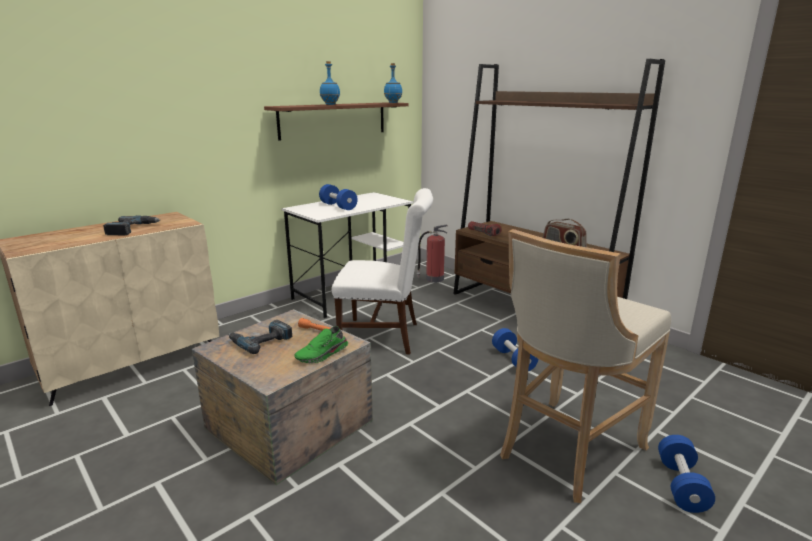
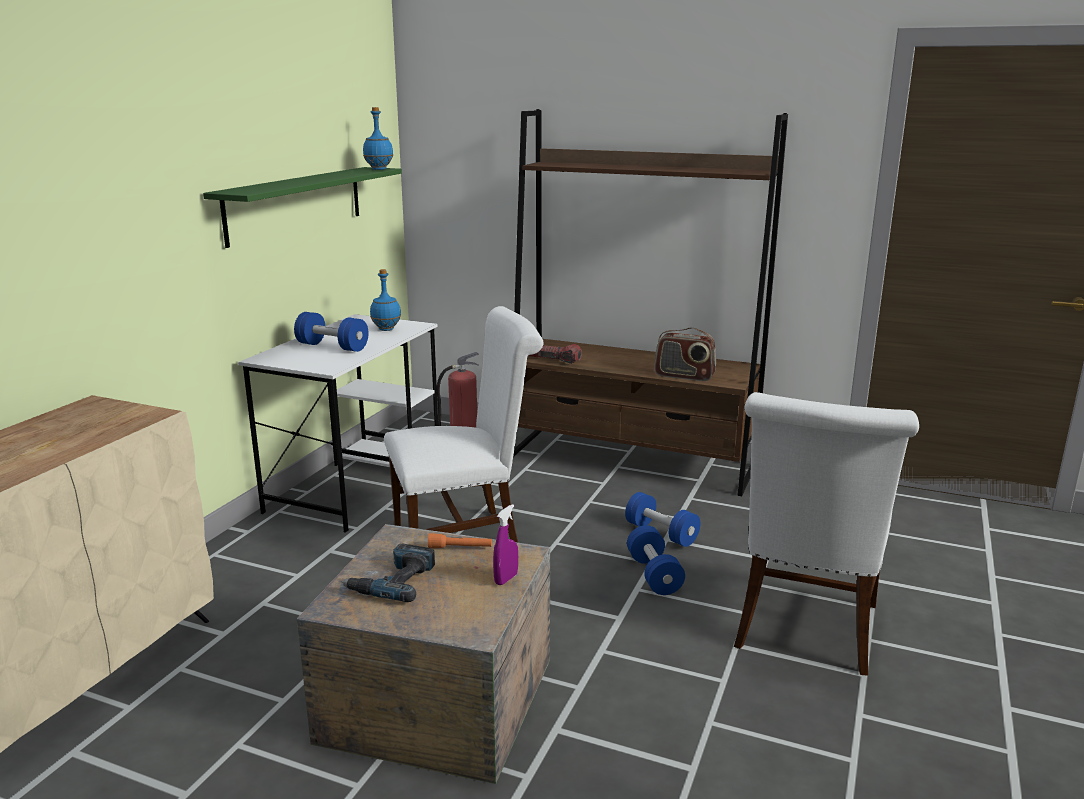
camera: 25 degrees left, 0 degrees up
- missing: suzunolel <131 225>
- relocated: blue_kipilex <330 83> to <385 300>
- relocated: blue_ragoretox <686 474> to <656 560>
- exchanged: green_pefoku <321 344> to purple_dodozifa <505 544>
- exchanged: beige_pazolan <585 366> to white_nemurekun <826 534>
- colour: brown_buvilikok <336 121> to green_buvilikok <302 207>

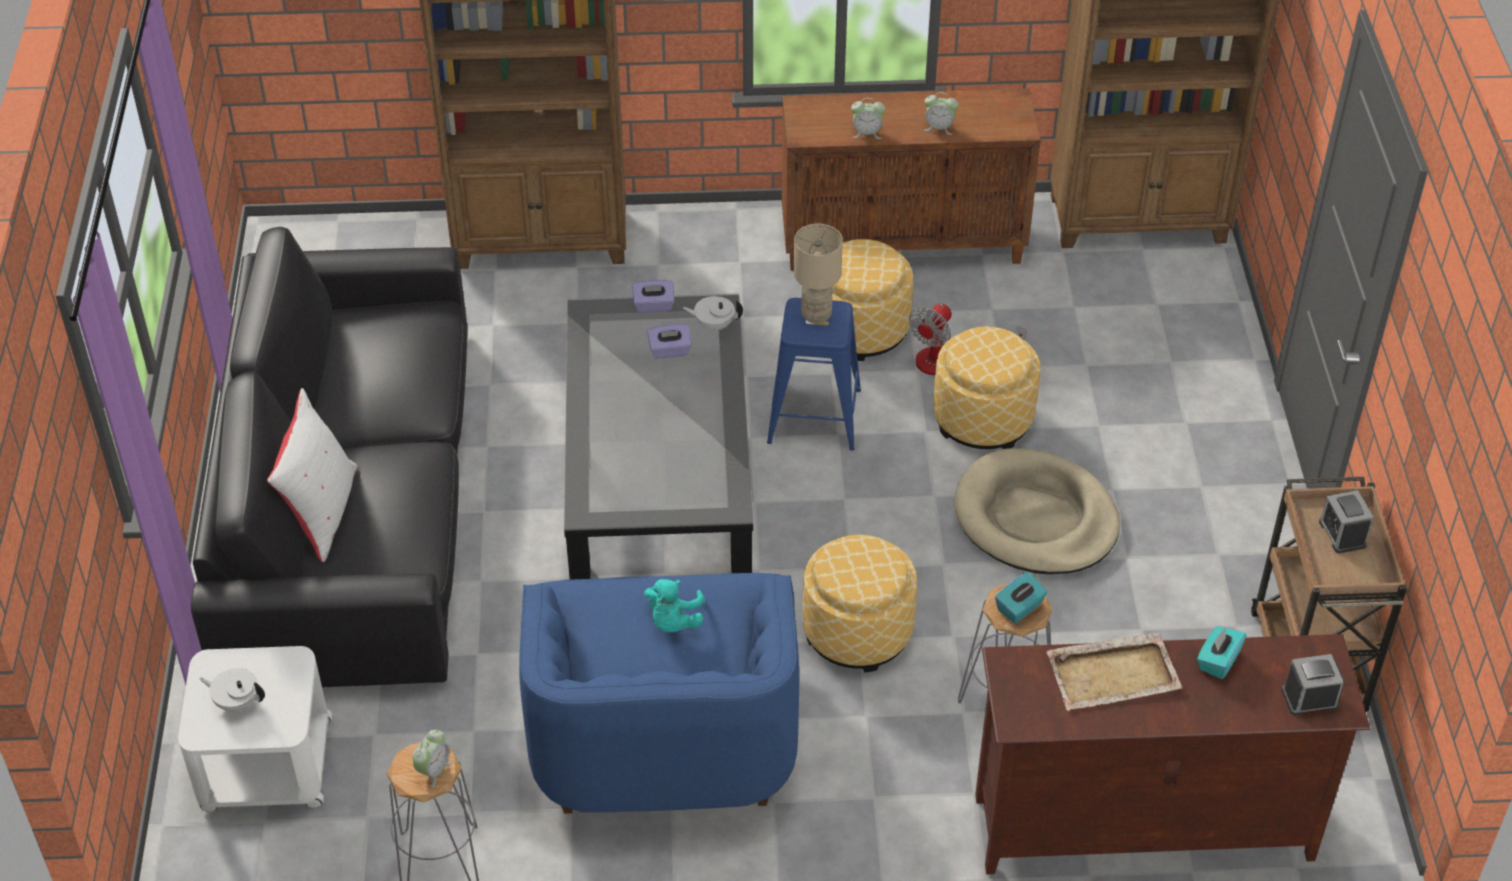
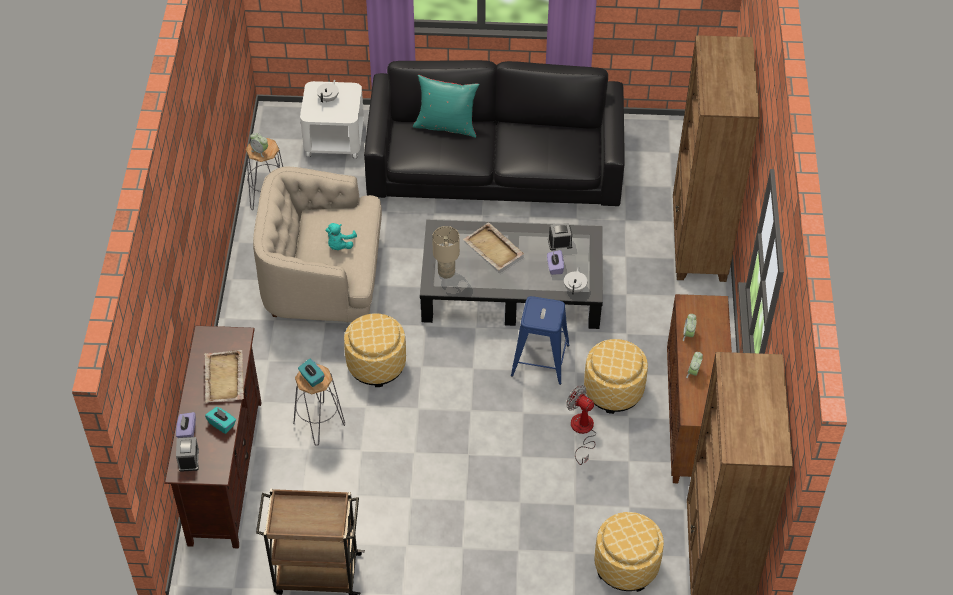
camera: 95 degrees right, 5 degrees up
- missing: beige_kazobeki <1037 511>
- appeared: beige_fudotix <493 246>
- relocated: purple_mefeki <653 296> to <186 425>
- relocated: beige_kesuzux <818 274> to <446 252>
- relocated: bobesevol <987 388> to <629 552>
- relocated: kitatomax <1346 521> to <560 237>
- colour: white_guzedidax <312 475> to turquoise_guzedidax <446 106>
- colour: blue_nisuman <659 693> to beige_nisuman <317 244>
- spun: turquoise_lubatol <674 605> = <341 236> 90 degrees counterclockwise

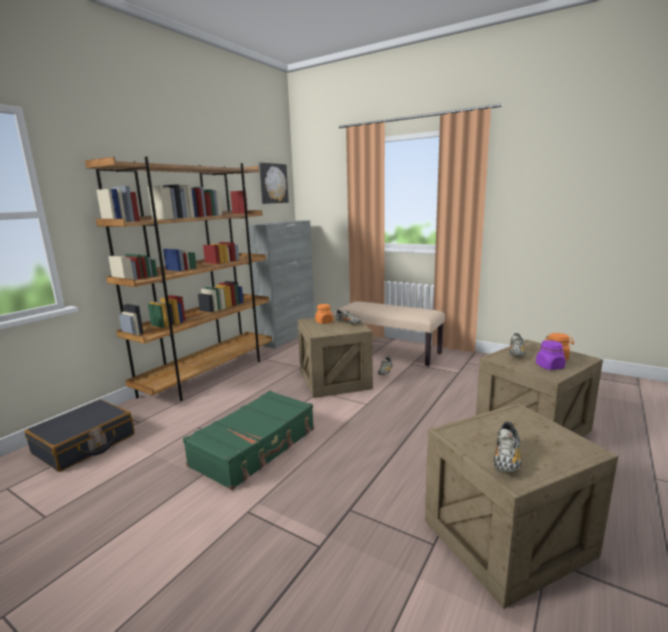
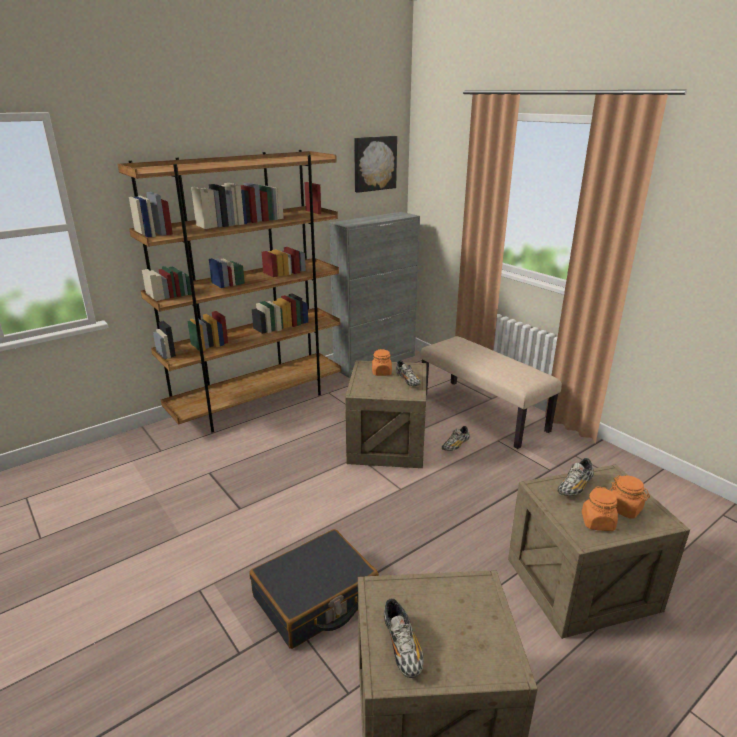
camera: 20 degrees right, 10 degrees up
- missing: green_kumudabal <248 440>
- relocated: black_kumudabal <80 436> to <314 589>
- colour: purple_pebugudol <551 355> to orange_pebugudol <600 508>
- spun: pefoku <507 447> = <404 638> 60 degrees counterclockwise

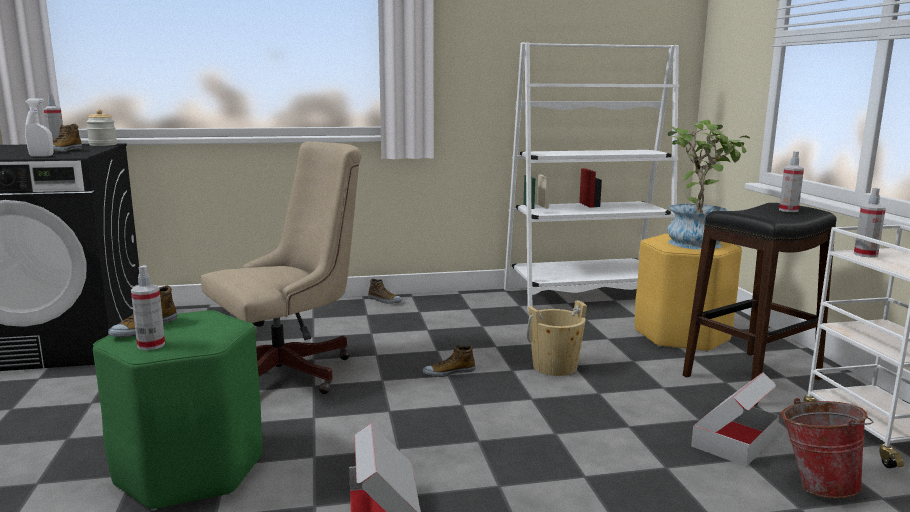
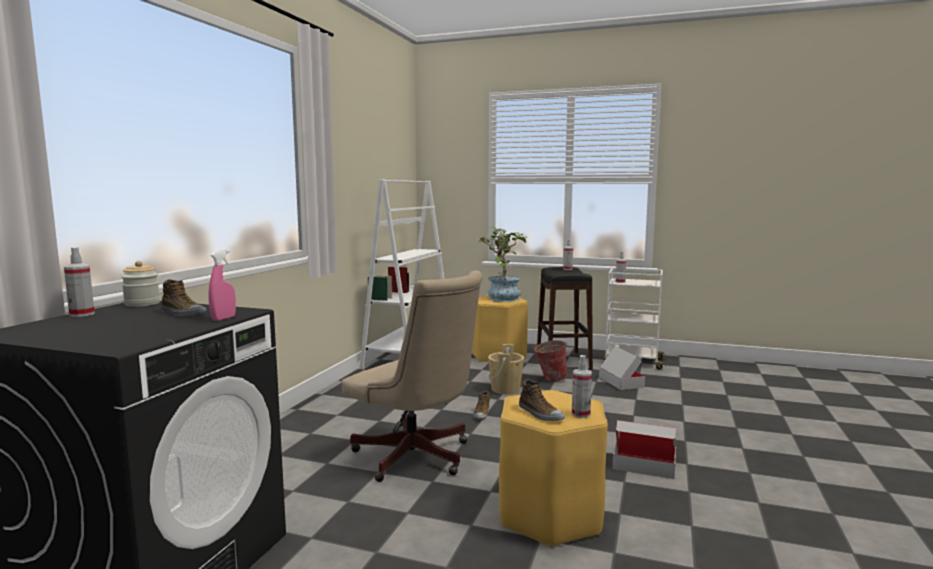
camera: 60 degrees left, 5 degrees down
- missing: pefoku <385 291>
- relocated: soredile <827 448> to <550 361>
- colour: white_dodozifa <39 127> to pink_dodozifa <222 285>
- colour: green_pazolan <177 410> to yellow_pazolan <553 468>
- spun: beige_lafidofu <281 268> = <412 376> 135 degrees clockwise

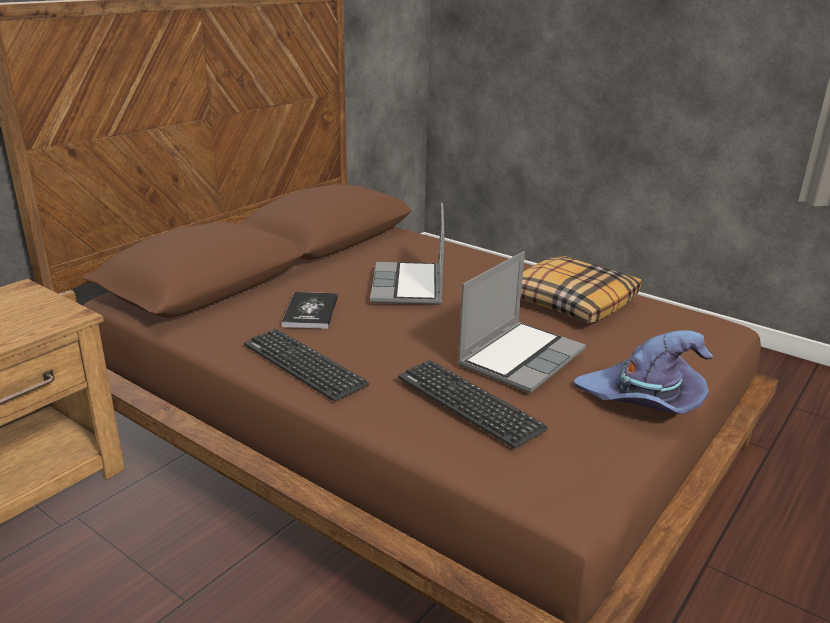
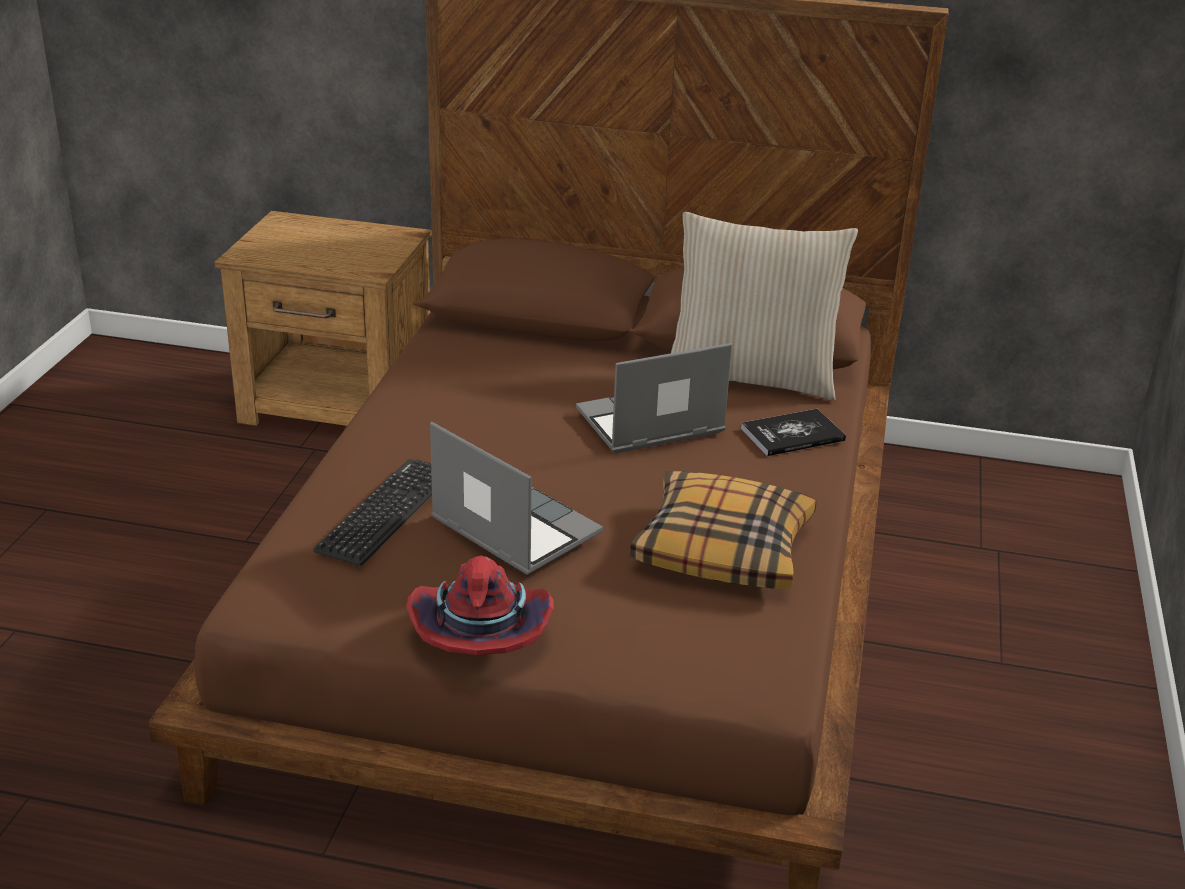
camera: 65 degrees right, 5 degrees up
- missing: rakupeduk <306 365>
- appeared: beige_guzedidax <764 306>
- relocated: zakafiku <309 310> to <793 432>
- colour: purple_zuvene <643 372> to red_zuvene <480 605>
- spun: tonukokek <521 322> = <516 498> 150 degrees counterclockwise

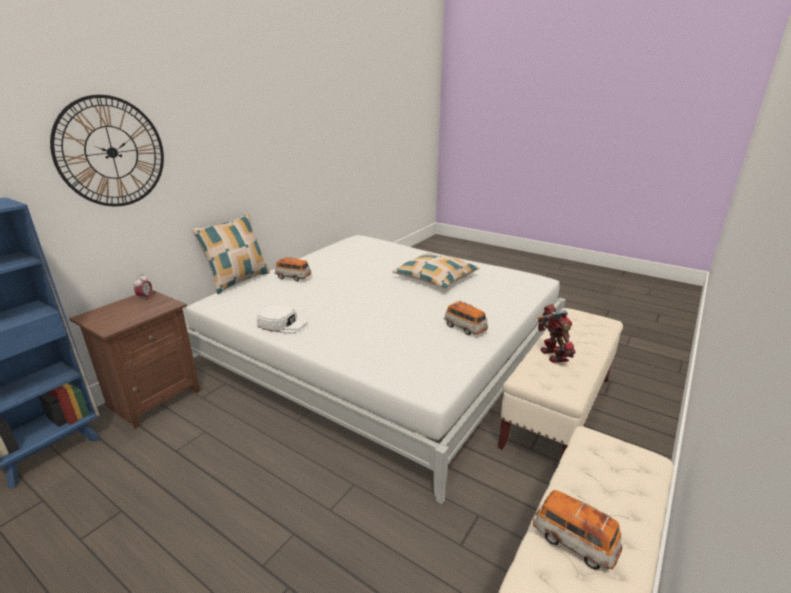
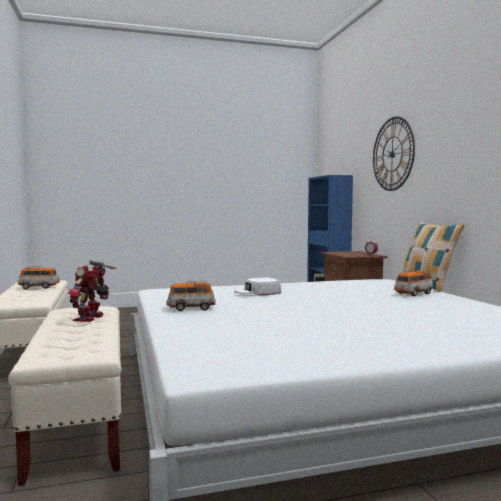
camera: 130 degrees right, 20 degrees down
- missing: guzedidax <436 271>
- relocated: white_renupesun <282 319> to <257 287>
- spun: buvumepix <557 333> = <92 291> 75 degrees clockwise

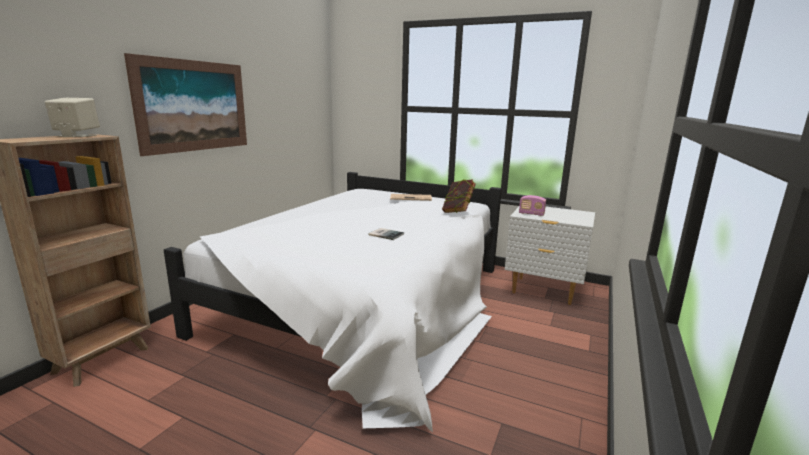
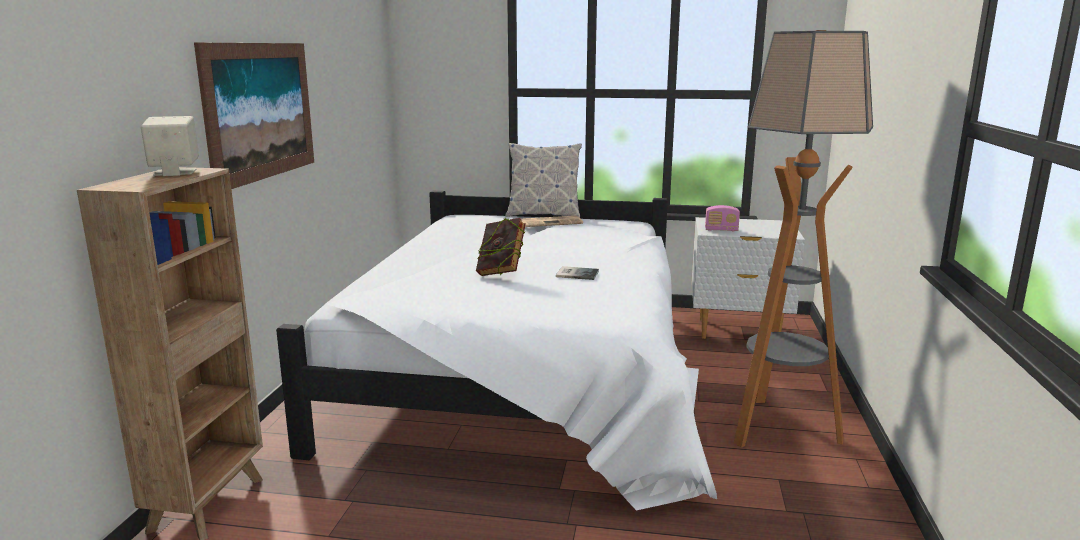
camera: 15 degrees left, 0 degrees up
- appeared: guzedidax <543 180>
- appeared: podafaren <803 239>
- relocated: zakafiku <459 196> to <501 246>

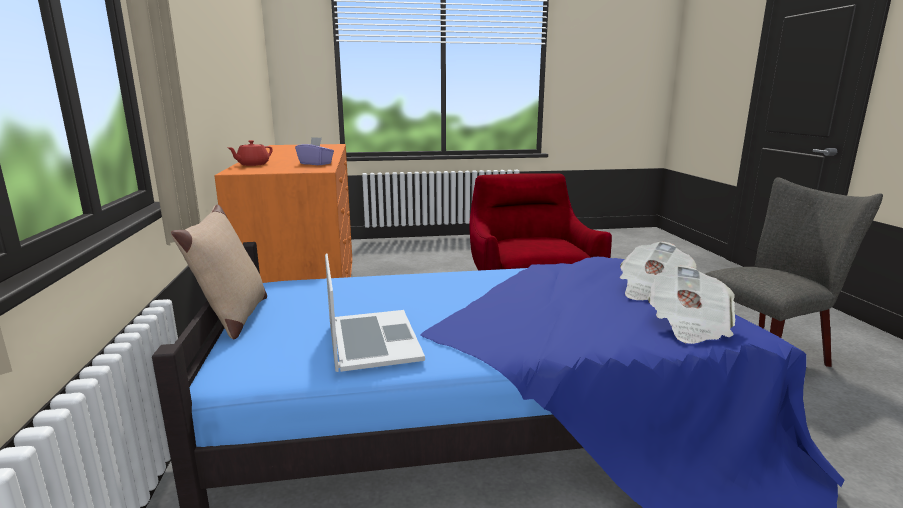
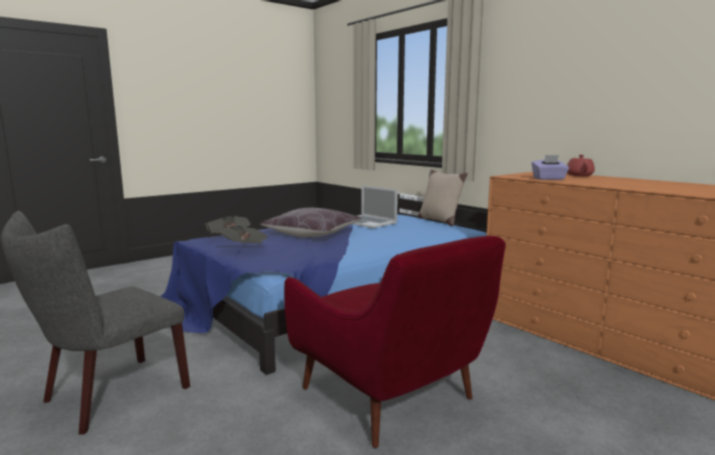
camera: 150 degrees right, 5 degrees down
- appeared: brown_guzedidax <311 222>

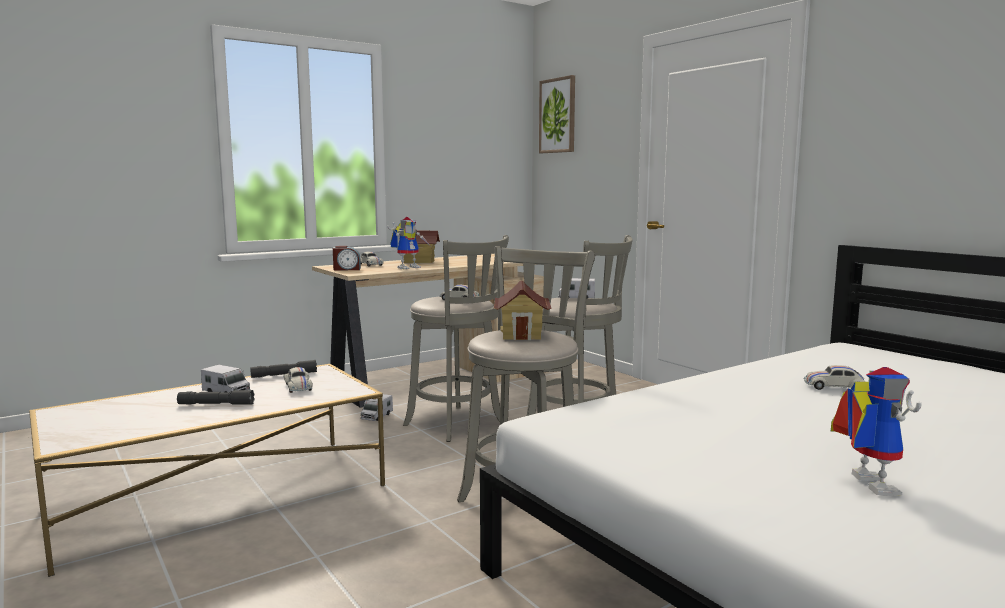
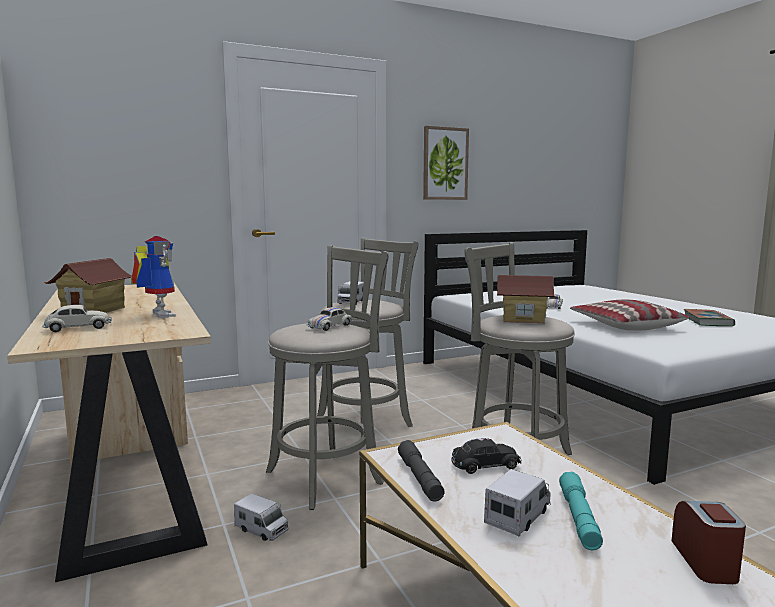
camera: 80 degrees left, 0 degrees up
- appeared: guzedidax <629 315>
- relocated: kitatomax <347 258> to <708 542>
- relocated: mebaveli <557 114> to <446 163>
- exchanged: buvumepix <876 431> to zakafiku <709 317>
- colour: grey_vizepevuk <216 397> to turquoise_vizepevuk <581 510>
- colour: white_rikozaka <298 380> to black_rikozaka <486 456>

